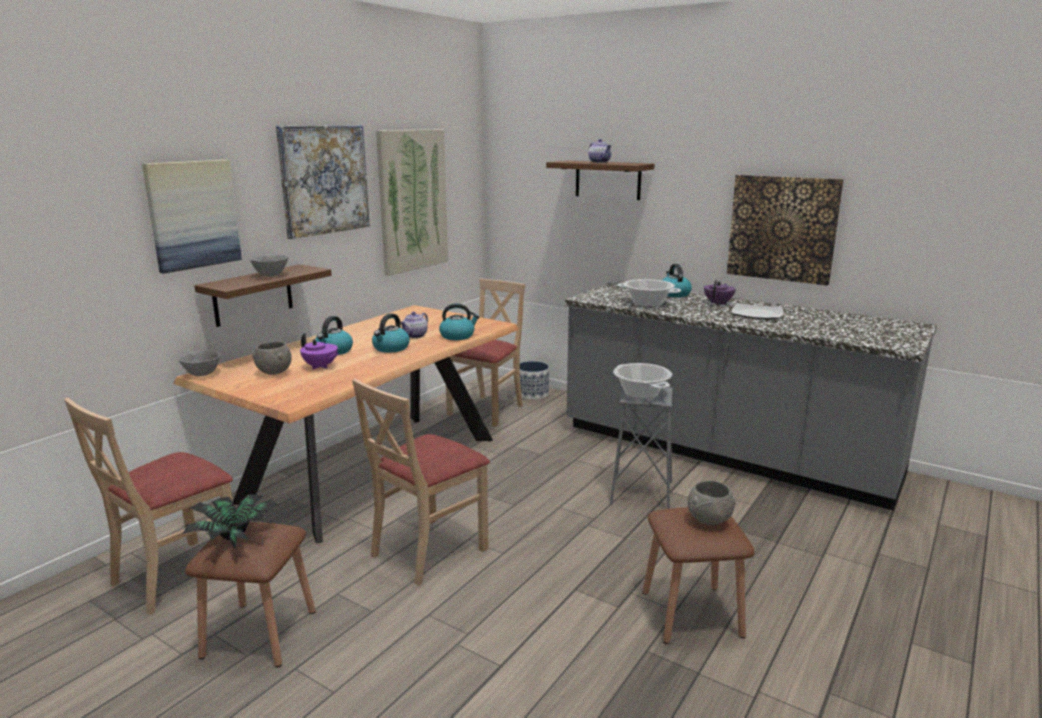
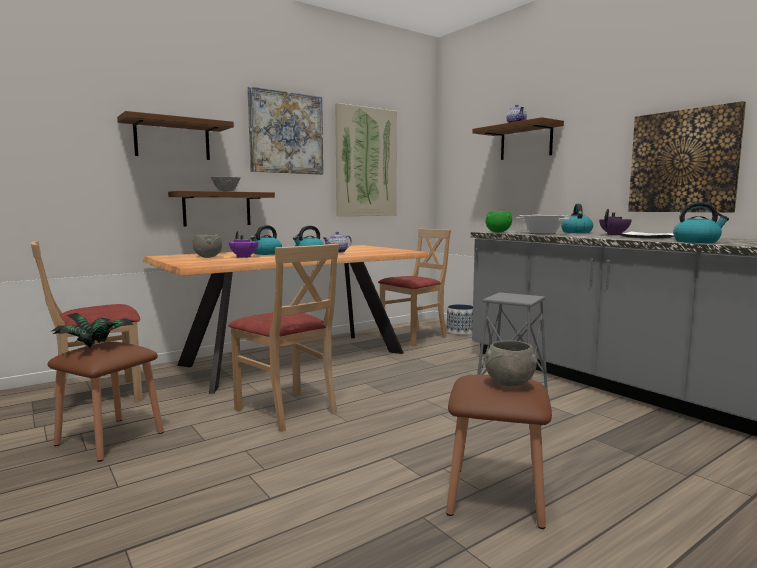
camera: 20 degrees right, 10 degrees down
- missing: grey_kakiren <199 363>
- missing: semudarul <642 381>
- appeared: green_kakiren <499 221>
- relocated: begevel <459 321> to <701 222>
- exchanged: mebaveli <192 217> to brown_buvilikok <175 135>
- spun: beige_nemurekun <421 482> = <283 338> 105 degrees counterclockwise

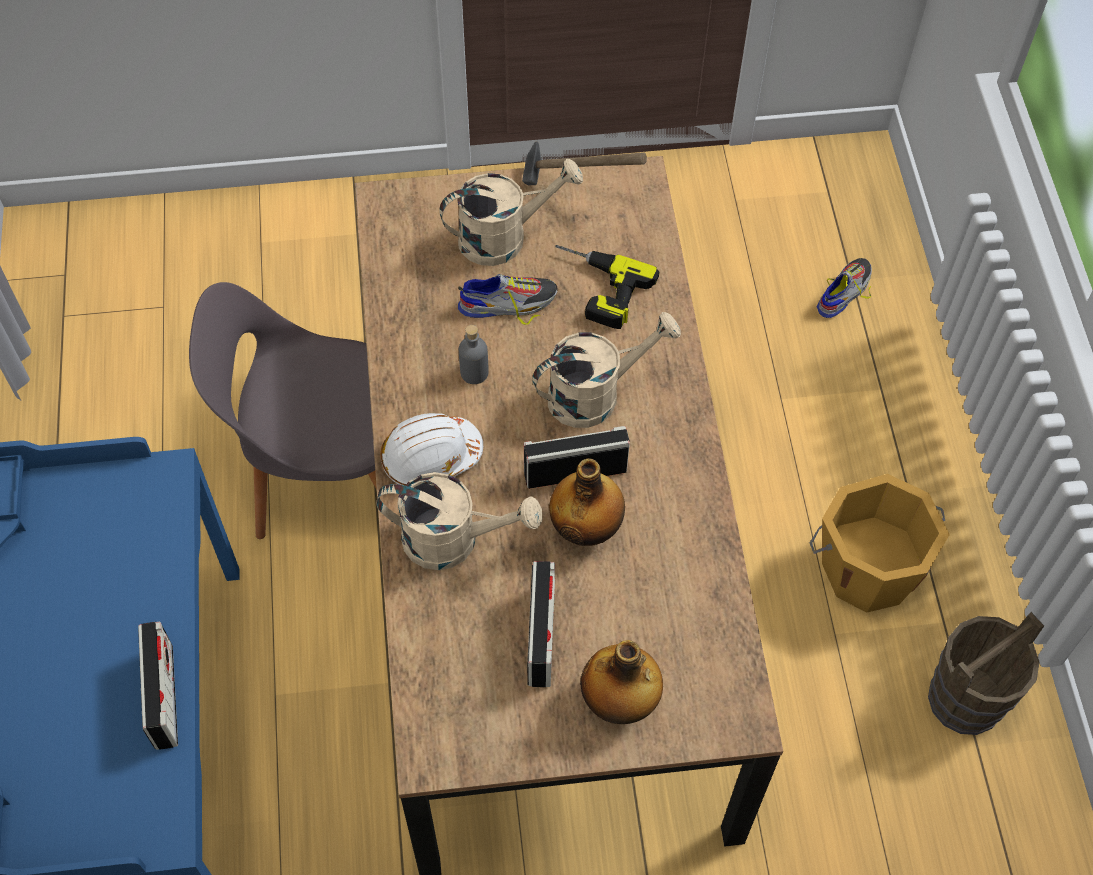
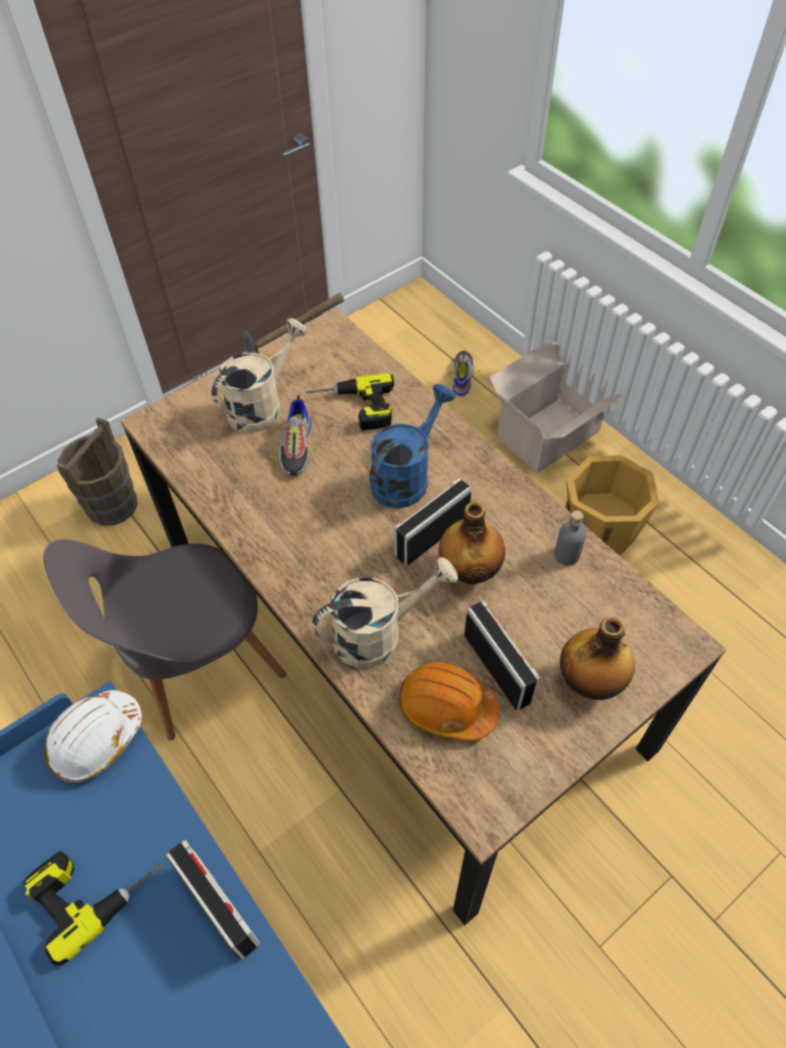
camera: 30 degrees left, 5 degrees down
- appeared: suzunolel <92 908>
- appeared: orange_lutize <449 701>
- appeared: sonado <557 406>
- relocated: white_lutize <432 449> to <93 736>
- relocated: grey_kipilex <474 354> to <570 538>
- relocated: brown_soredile <986 673> to <97 471>
- colour: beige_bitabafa <606 370> to blue_bitabafa <412 446>
- spun: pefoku <508 299> = <294 435> 135 degrees clockwise

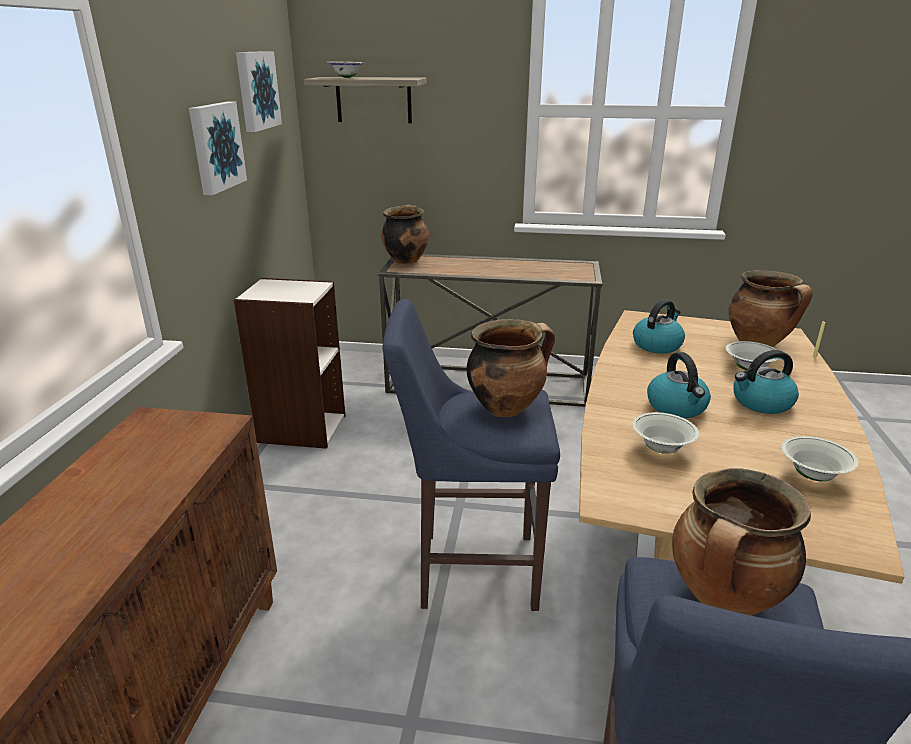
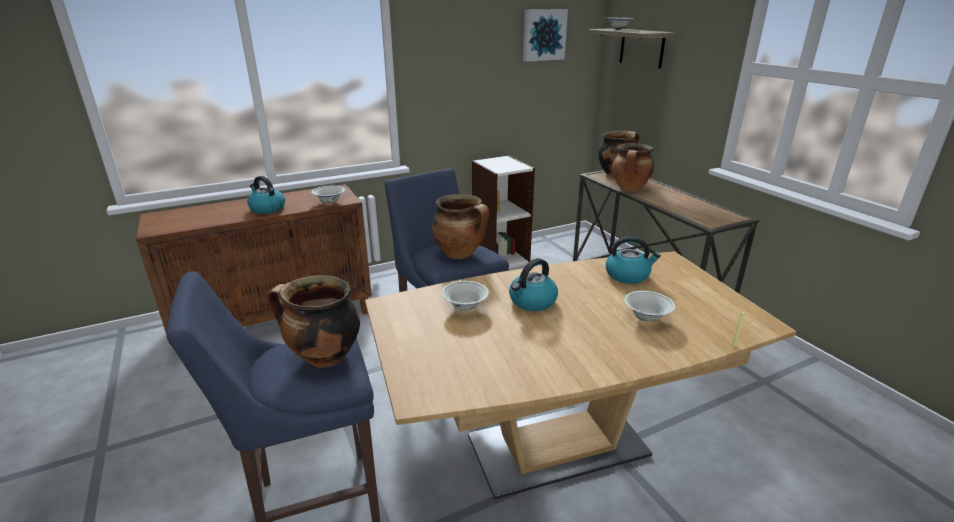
camera: 55 degrees right, 0 degrees up
- missing: mebaveli <218 148>
- relocated: semudarul <771 308> to <633 167>
- relocated: begevel <766 382> to <266 195>
- relocated: white_kakiren <820 458> to <328 194>

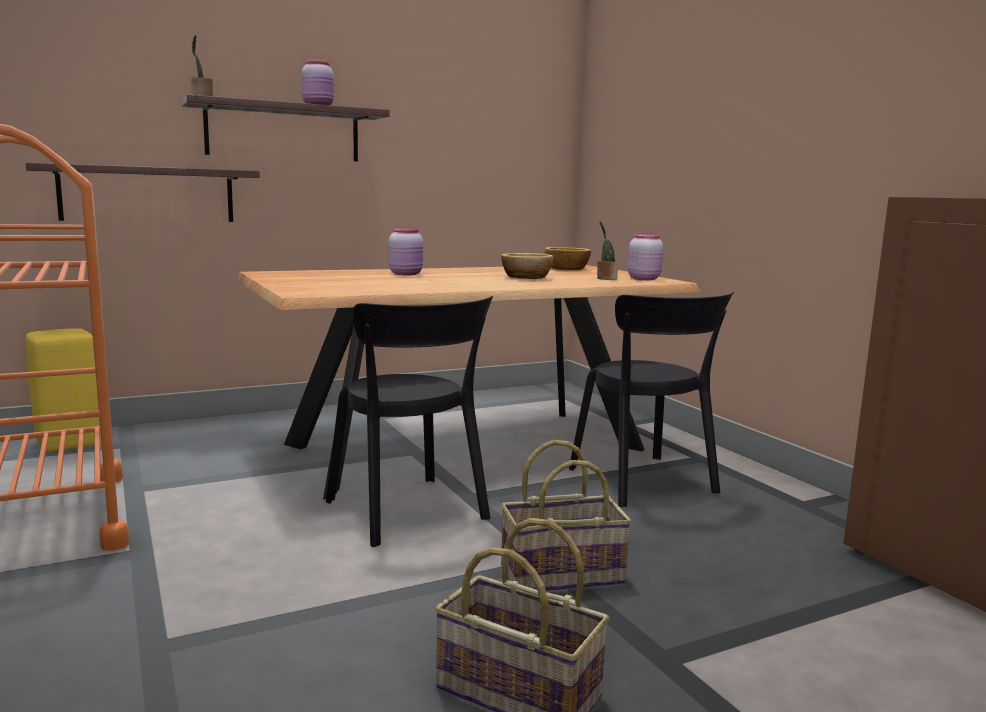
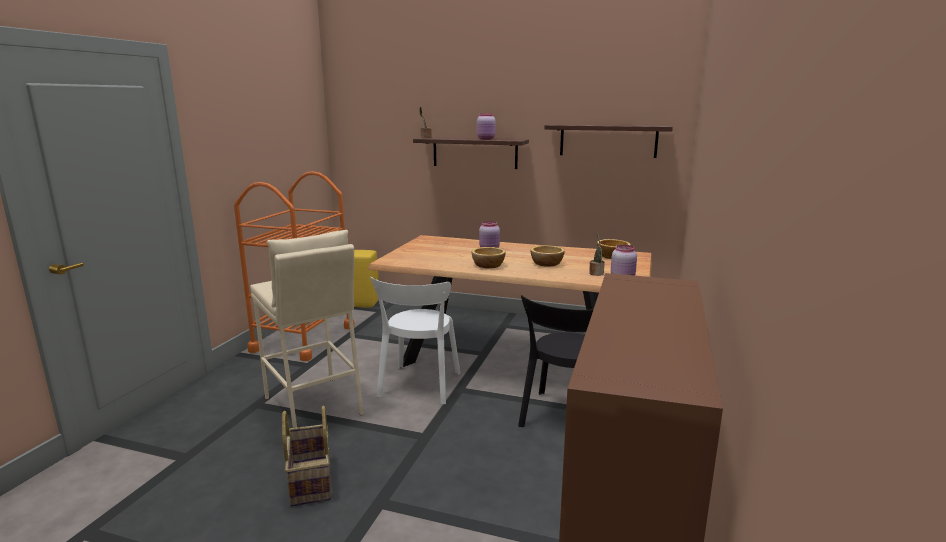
camera: 45 degrees right, 5 degrees up
- missing: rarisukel <566 515>
- appeared: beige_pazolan <307 329>
- appeared: kakiren <489 257>
- relocated: buvilikok <143 192> to <608 141>
- colour: black_nemurekun <409 421> to white_nemurekun <415 341>

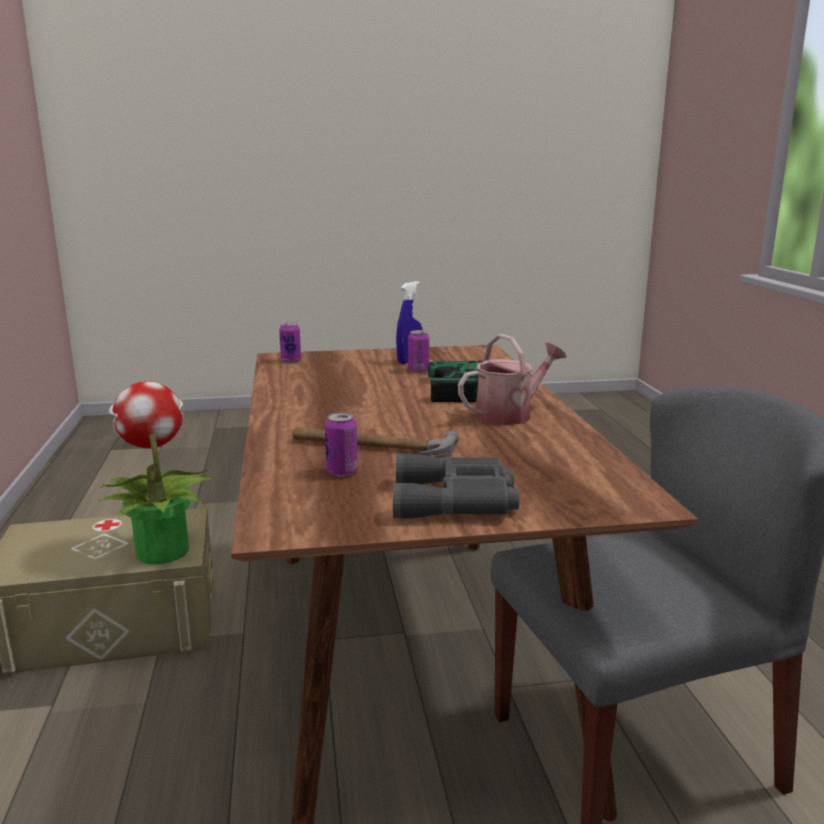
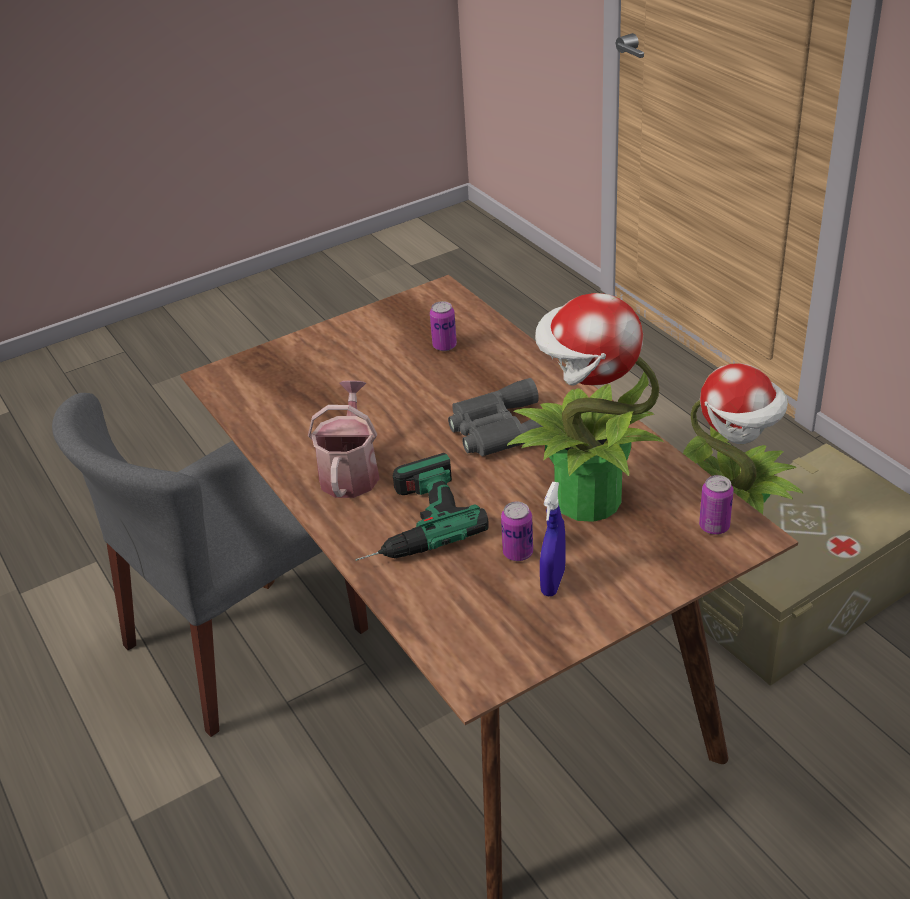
camera: 160 degrees right, 20 degrees up
- missing: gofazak <376 442>
- appeared: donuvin <585 407>
- relocated: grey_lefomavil <456 485> to <495 417>
- spun: bitabafa <512 379> = <344 439> 150 degrees clockwise

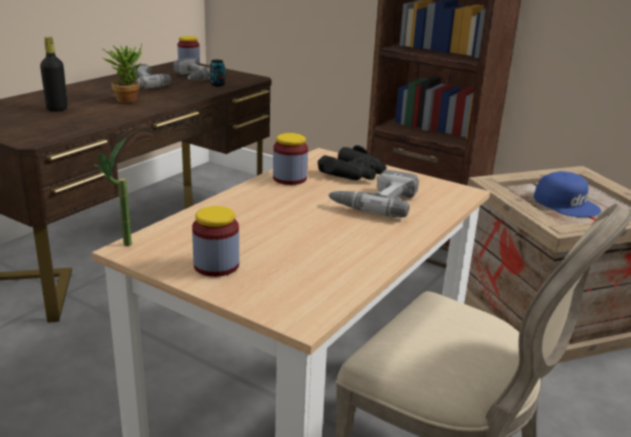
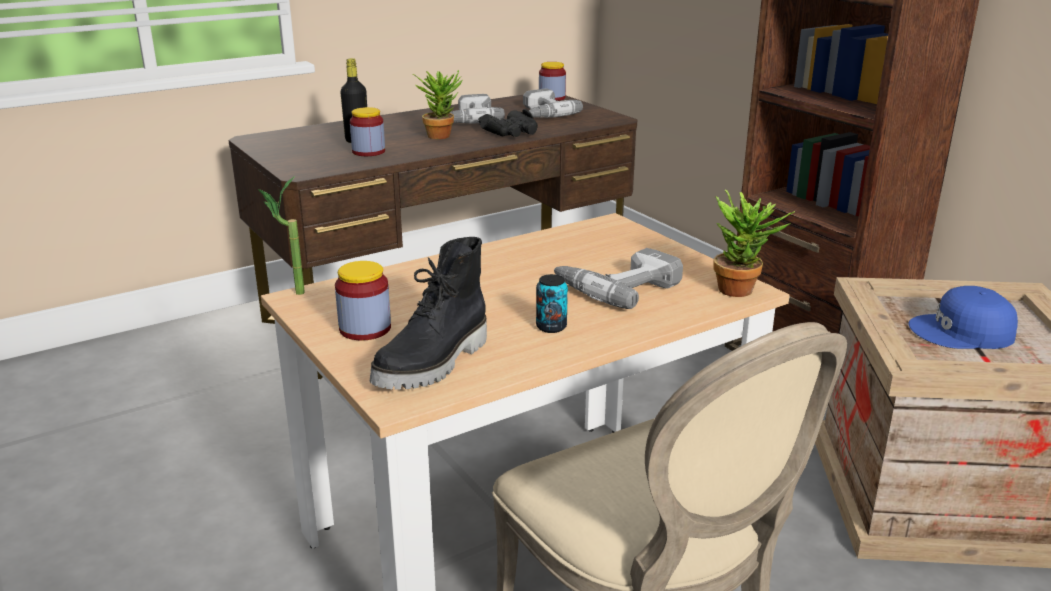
camera: 25 degrees right, 0 degrees up
- appeared: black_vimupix <428 313>
- appeared: donuvin <754 243>
- relocated: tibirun <217 73> to <552 303>
- relocated: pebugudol <290 159> to <367 131>
- relocated: black_lefomavil <351 162> to <508 123>
- spun: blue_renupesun <567 194> = <963 317> 105 degrees clockwise

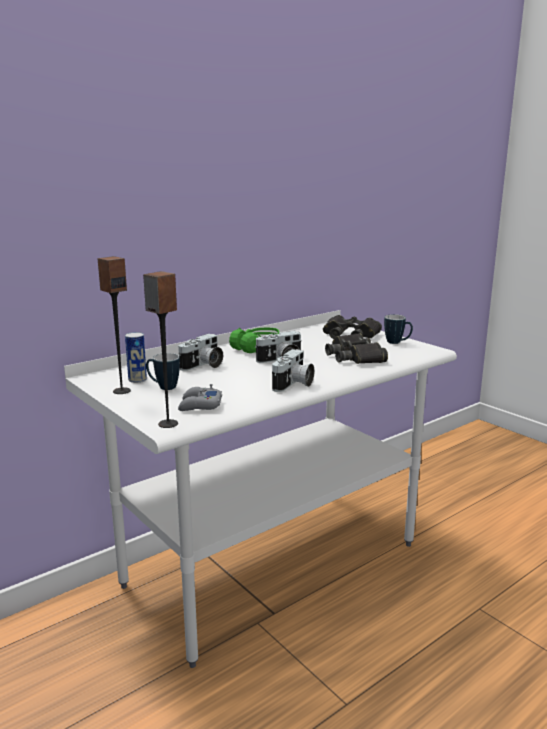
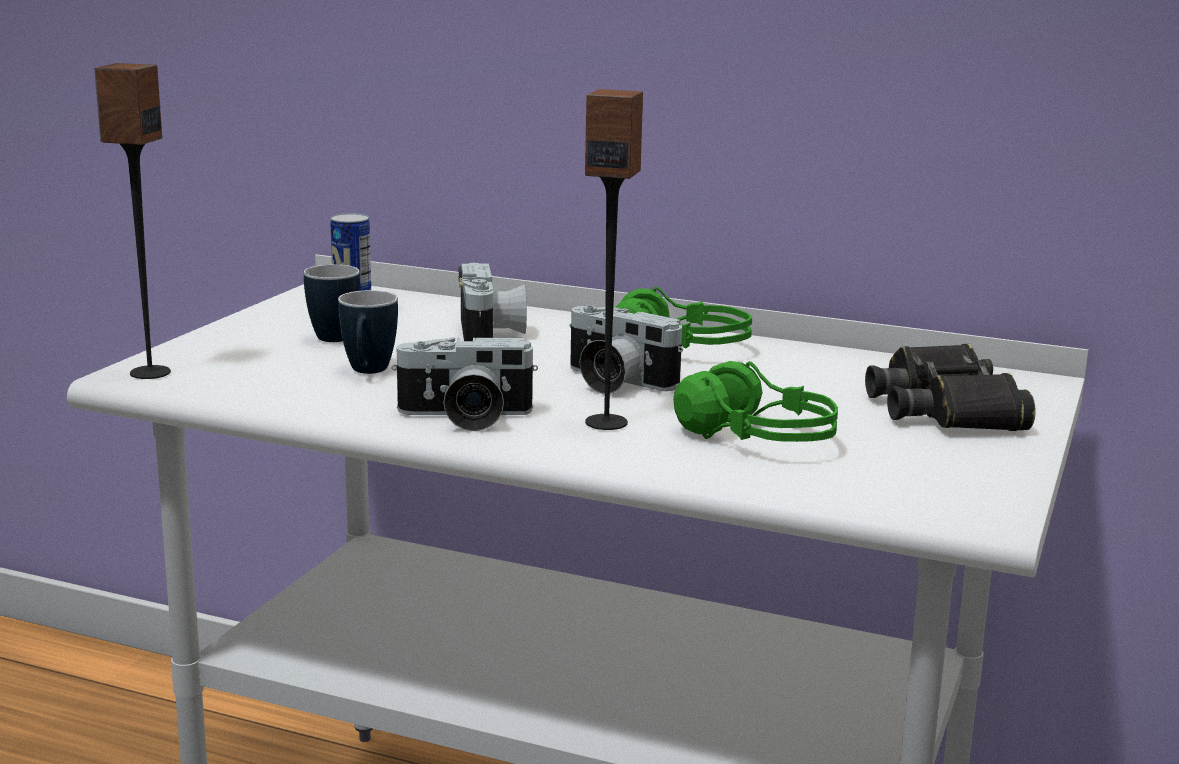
camera: 60 degrees right, 0 degrees up
- missing: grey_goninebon <200 397>
- relocated: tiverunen <114 325> to <614 259>
- relocated: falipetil <398 329> to <368 332>
- exchanged: black_lefomavil <356 348> to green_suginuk <755 401>
- spun: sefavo <200 352> = <493 301> 105 degrees counterclockwise

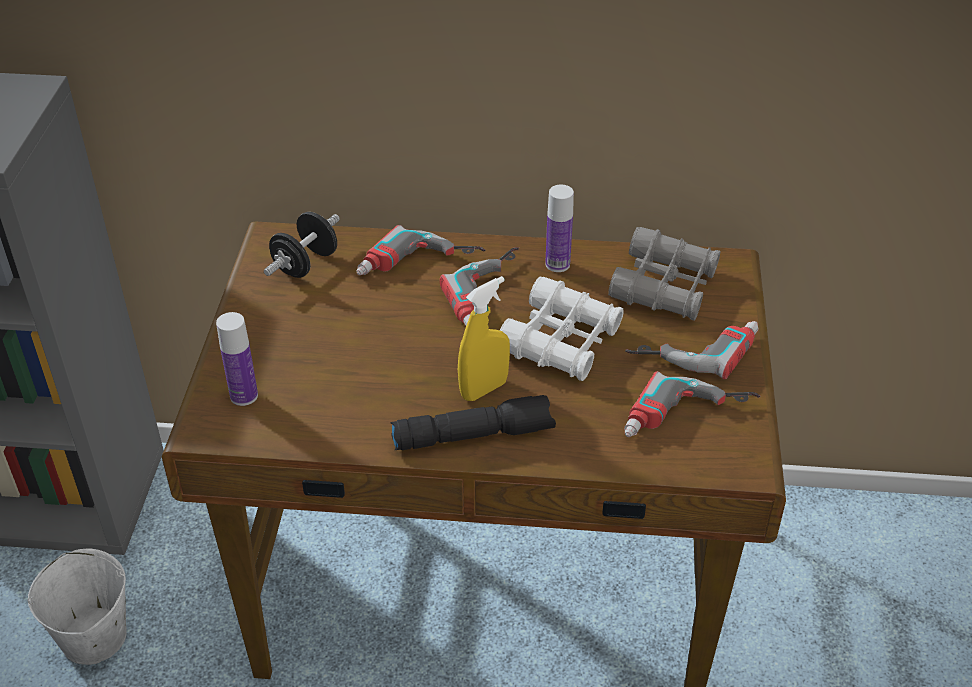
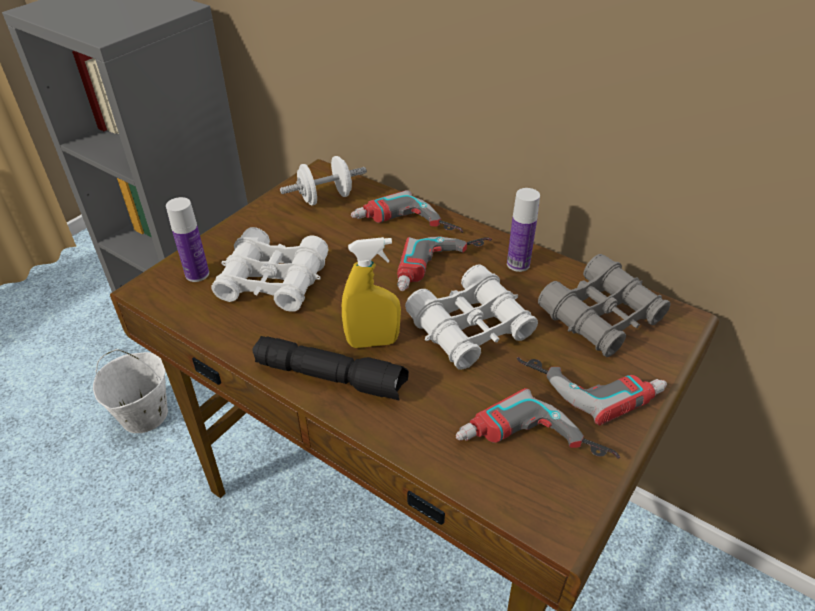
camera: 30 degrees right, 0 degrees up
- appeared: white_lefomavil <270 269>
- colour: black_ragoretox <302 245> to white_ragoretox <323 181>

